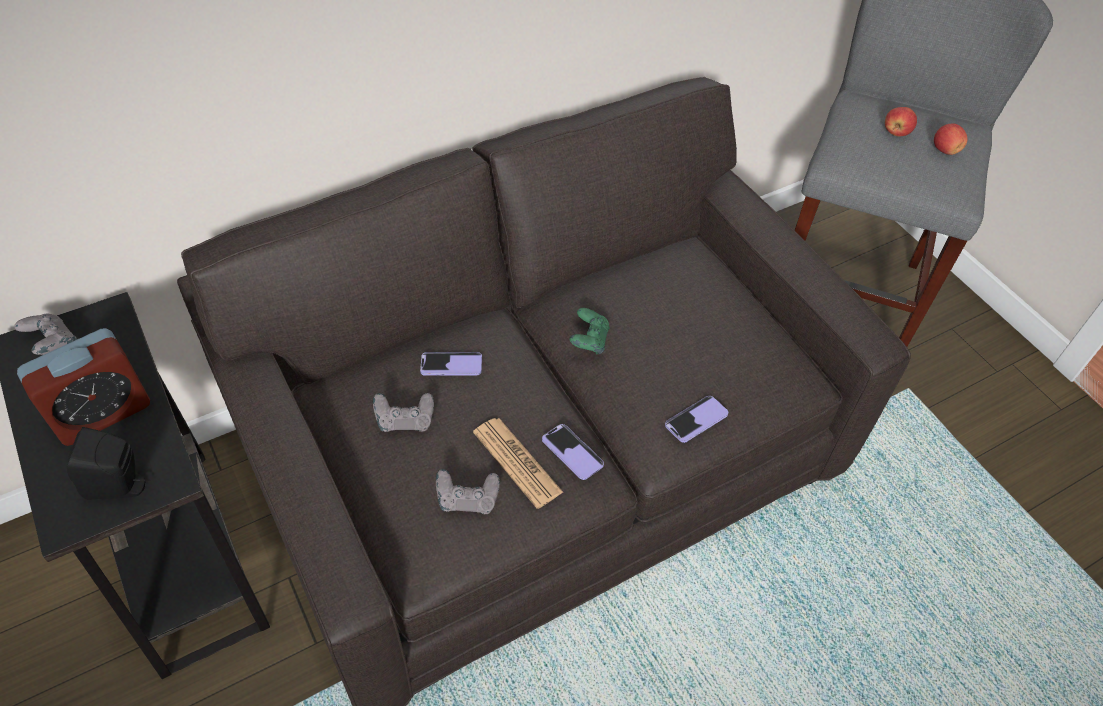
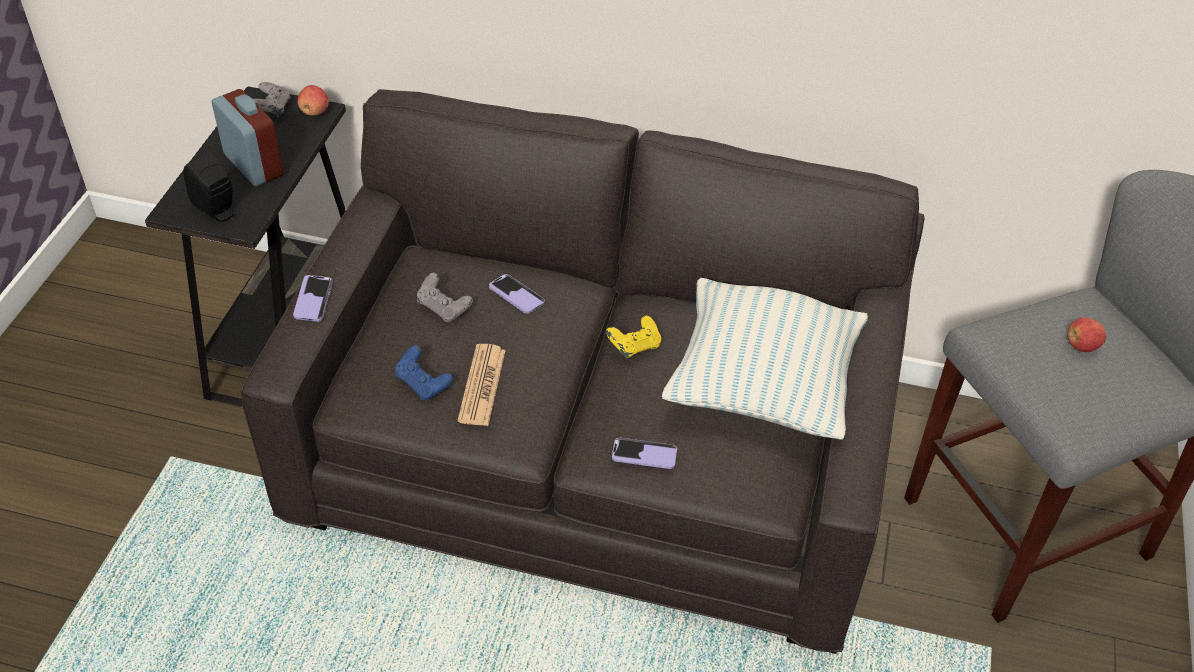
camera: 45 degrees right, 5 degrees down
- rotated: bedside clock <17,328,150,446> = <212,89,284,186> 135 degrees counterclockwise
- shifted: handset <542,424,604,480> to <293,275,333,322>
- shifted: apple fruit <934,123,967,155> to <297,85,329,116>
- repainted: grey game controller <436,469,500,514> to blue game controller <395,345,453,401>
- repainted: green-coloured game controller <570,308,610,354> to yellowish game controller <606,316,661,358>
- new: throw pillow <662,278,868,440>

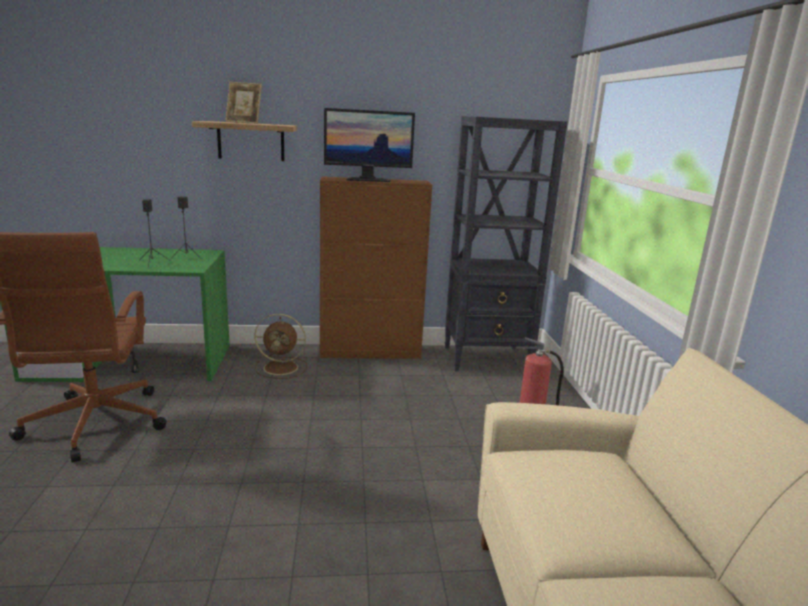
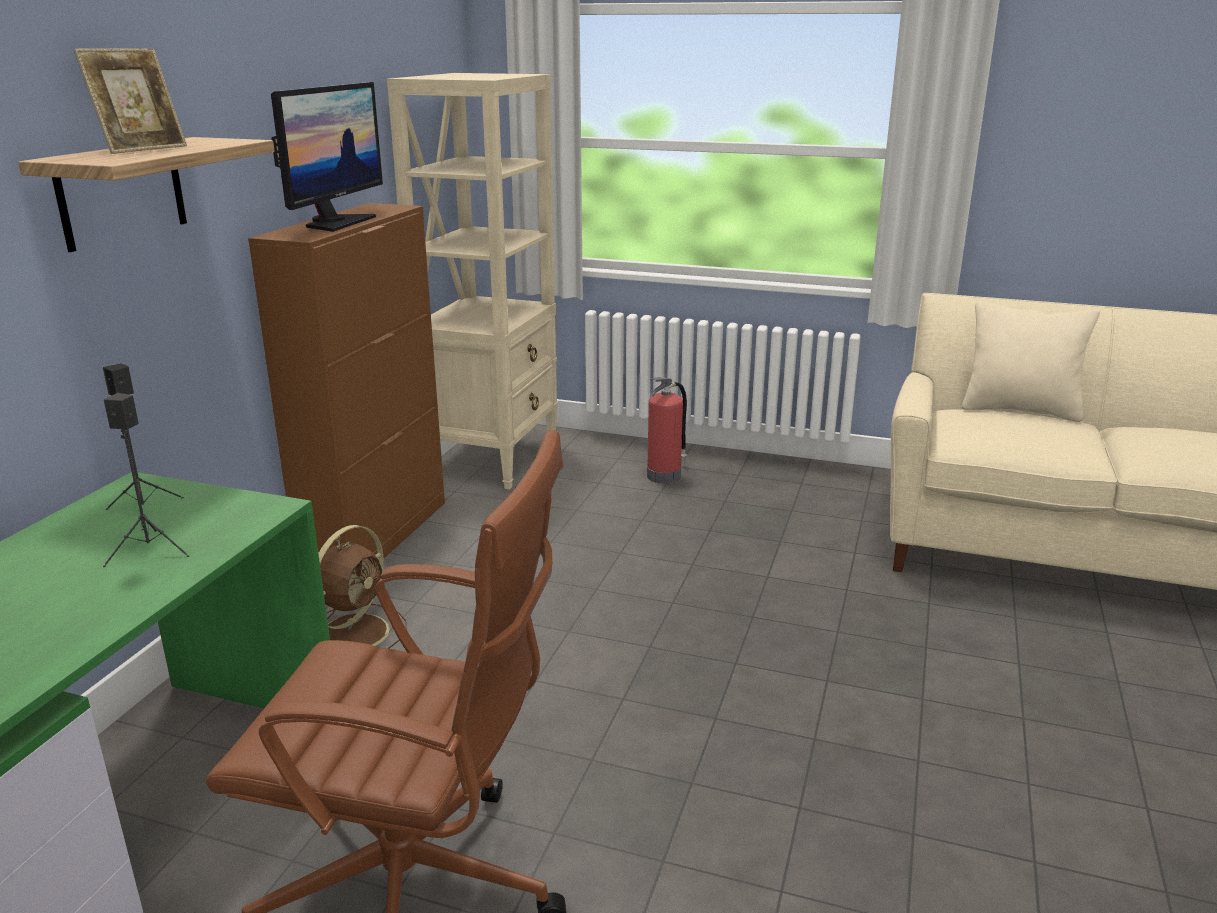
camera: 65 degrees left, 5 degrees up
- repainted: black shelving unit <444,116,568,371> to beige shelving unit <387,73,558,490>
- new: beige throw pillow <962,301,1100,422>

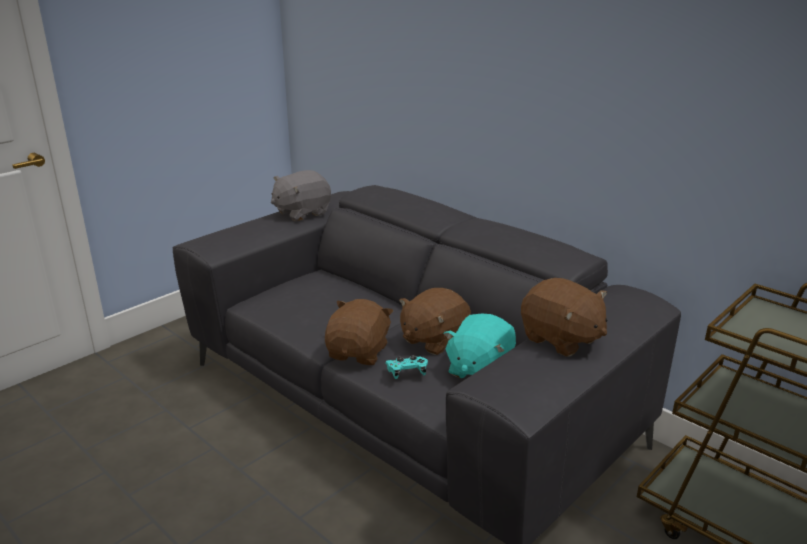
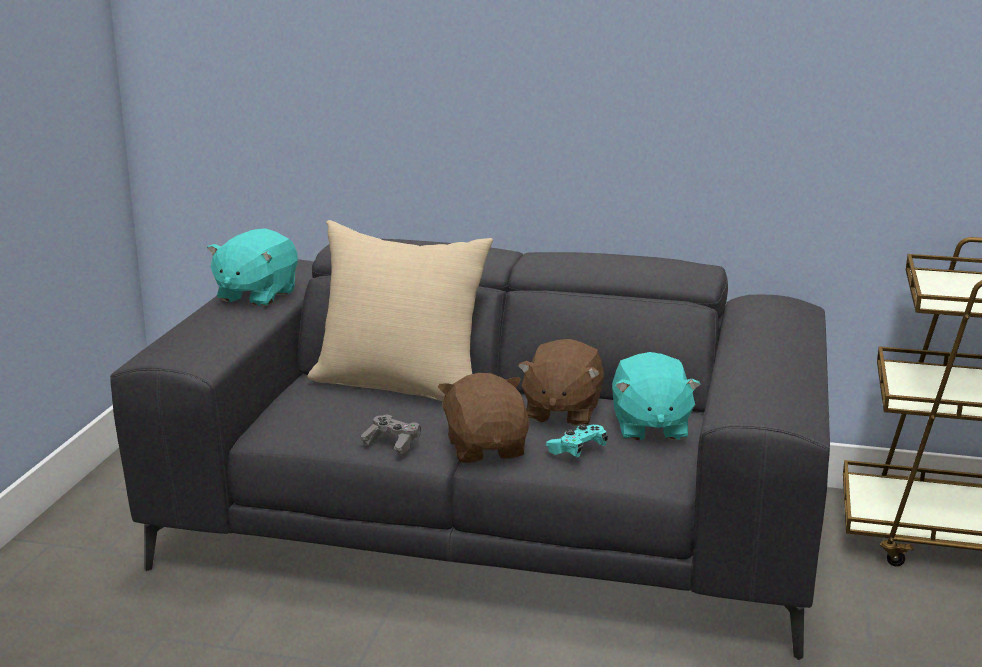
camera: 30 degrees left, 5 degrees down
- repainted: grey cuddly toy <271,170,331,221> to blue-green cuddly toy <207,228,298,307>
- new: beige throw pillow <307,220,493,401>
- new: grey game controller <360,414,421,455>
- gone: brown cuddly toy <521,278,607,357>

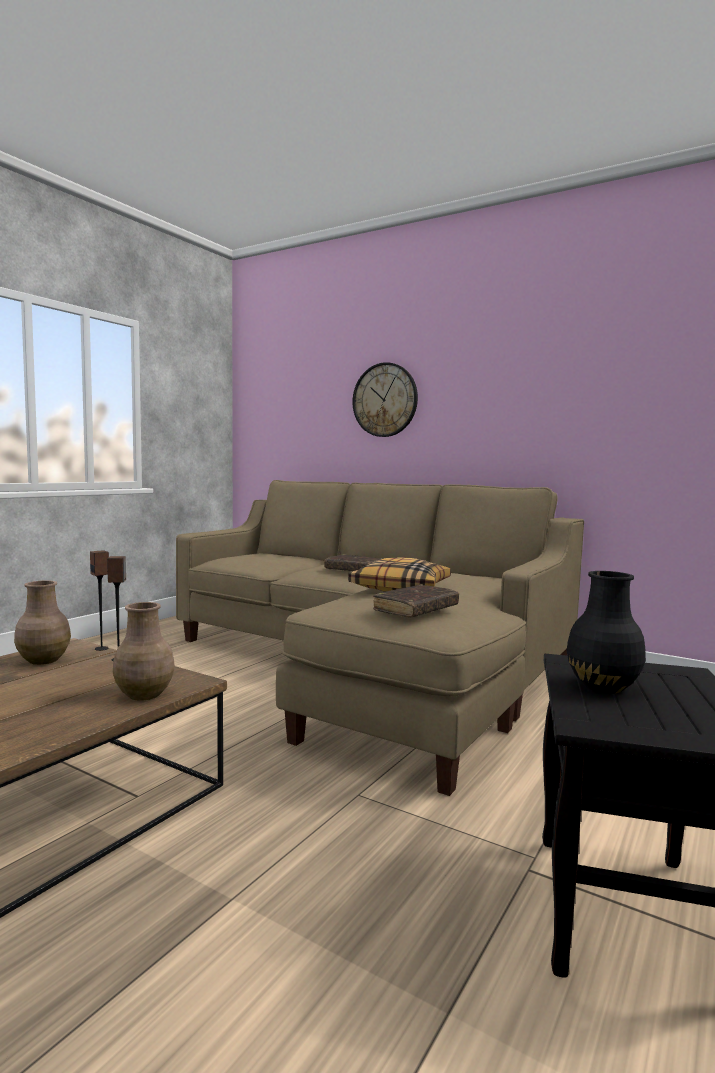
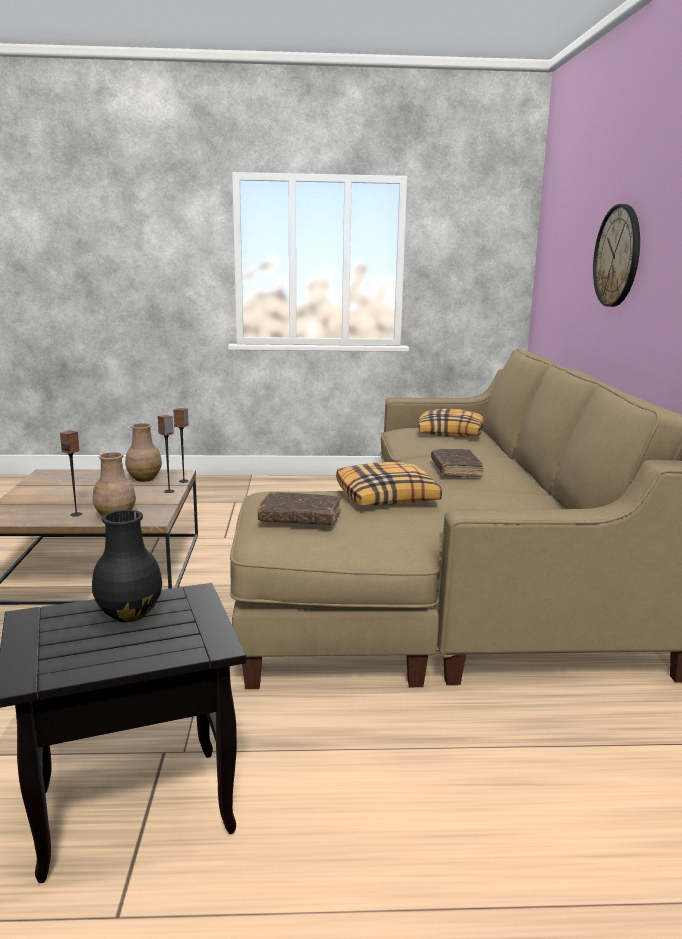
camera: 55 degrees right, 10 degrees up
- new: speaker <60,430,82,517>
- new: throw pillow <418,409,484,437>

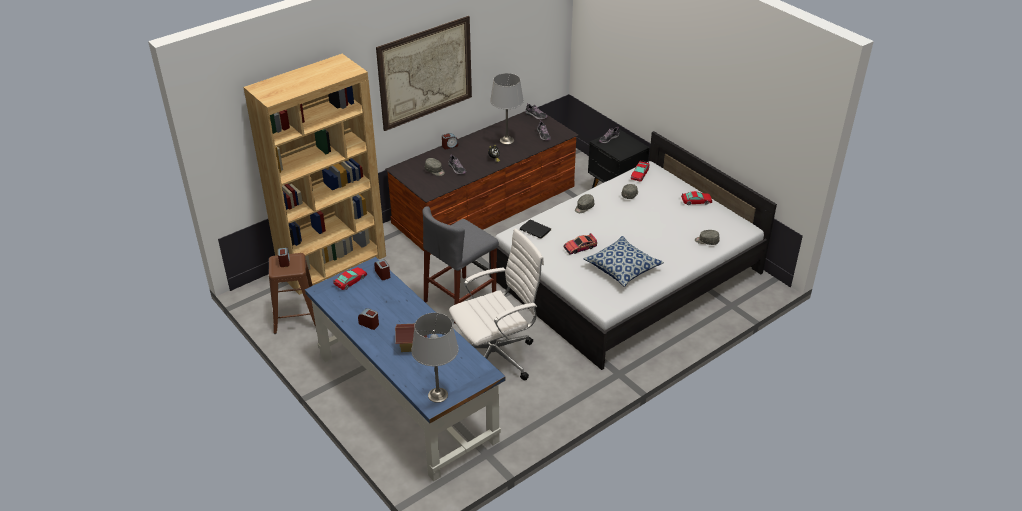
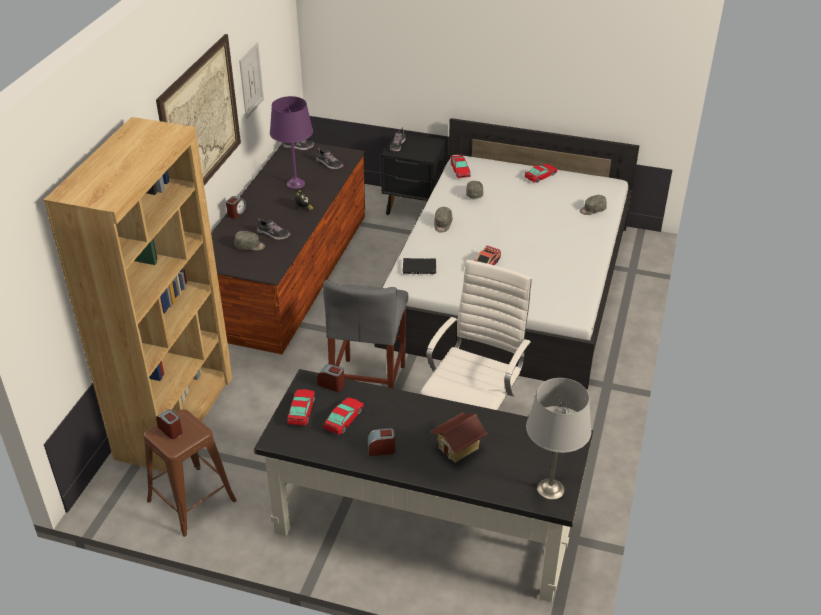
camera: 35 degrees left, 0 degrees up
- new: wall picture <239,42,264,119>
- repainted: blue desk unit <305,257,505,481> to black desk unit <254,369,593,602>
- repainted: grey table lamp <490,73,524,145> to purple table lamp <270,96,313,189>
- new: miniature car <323,397,364,435>
- gone: throw pillow <583,236,664,287>

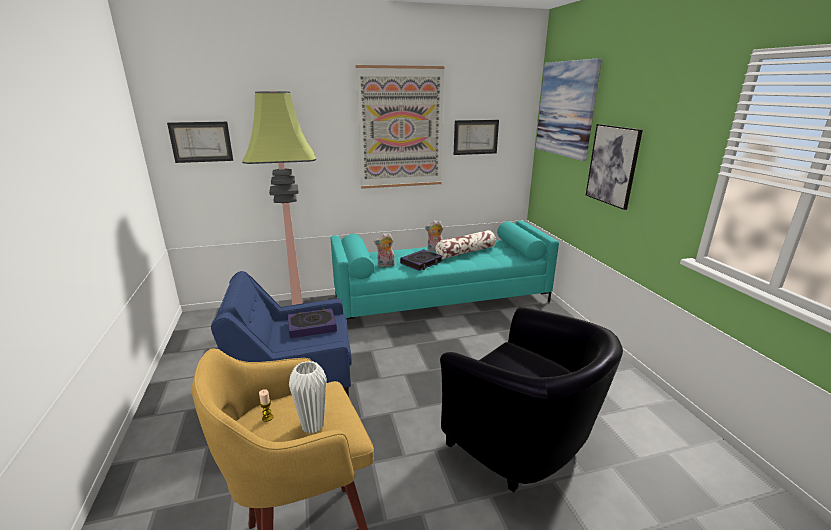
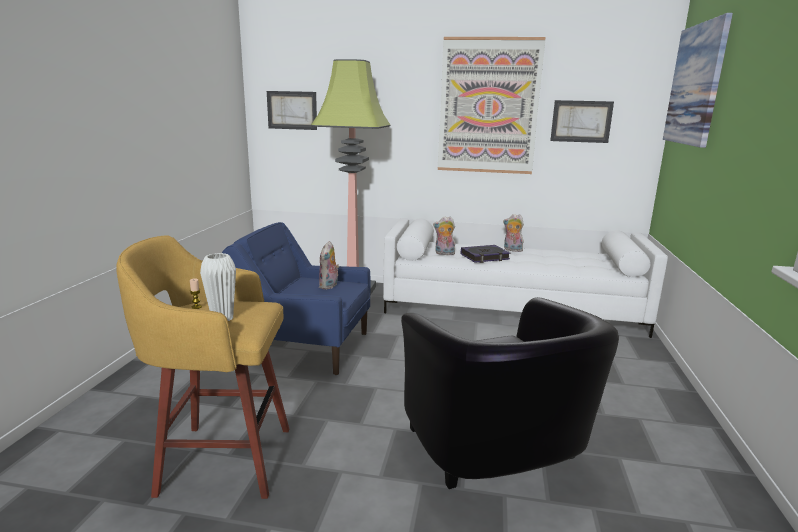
camera: 25 degrees right, 5 degrees down
- swapped: book <288,308,337,338> to cuddly toy <319,241,339,289>
- repainted: blue-green sofa <331,220,559,319> to white-coloured sofa <383,218,668,338>
- gone: throw pillow <435,230,496,259>
- gone: wall picture <586,124,643,210>

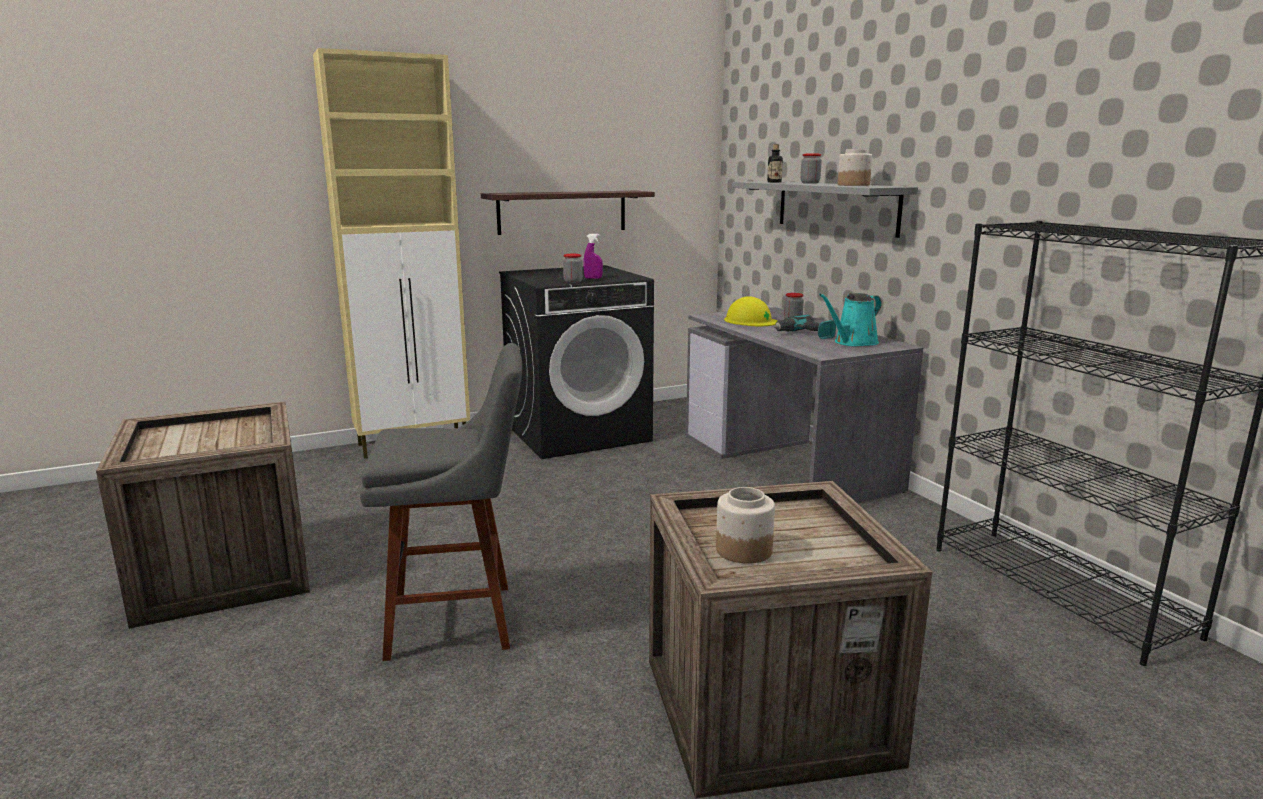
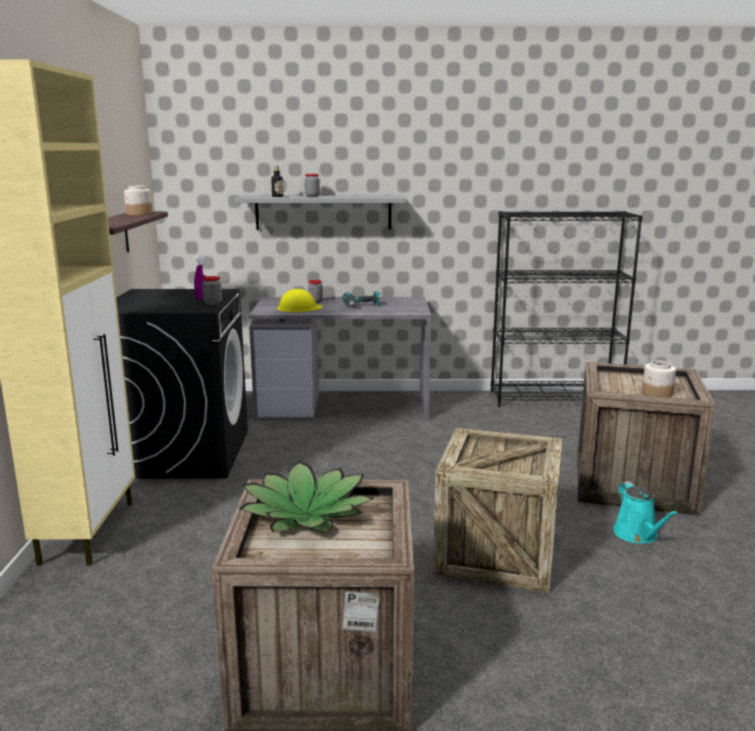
camera: 65 degrees left, 0 degrees up
- shifted: storage jar <838,149,872,186> to <124,186,153,215>
- new: plant in a pot <239,461,373,533>
- swapped: grey stool <360,343,522,661> to crate <433,428,562,593>
- shifted: blue-green sprinkling can <819,293,882,346> to <613,481,679,544>

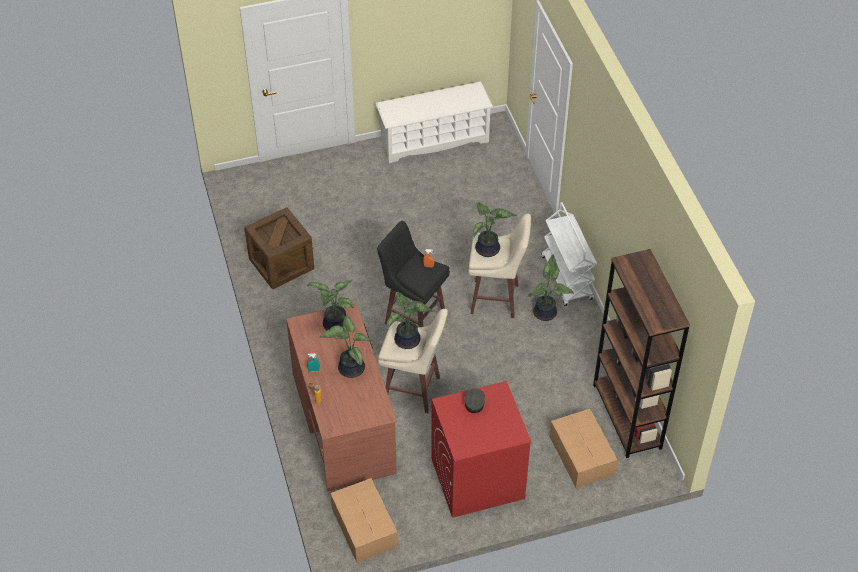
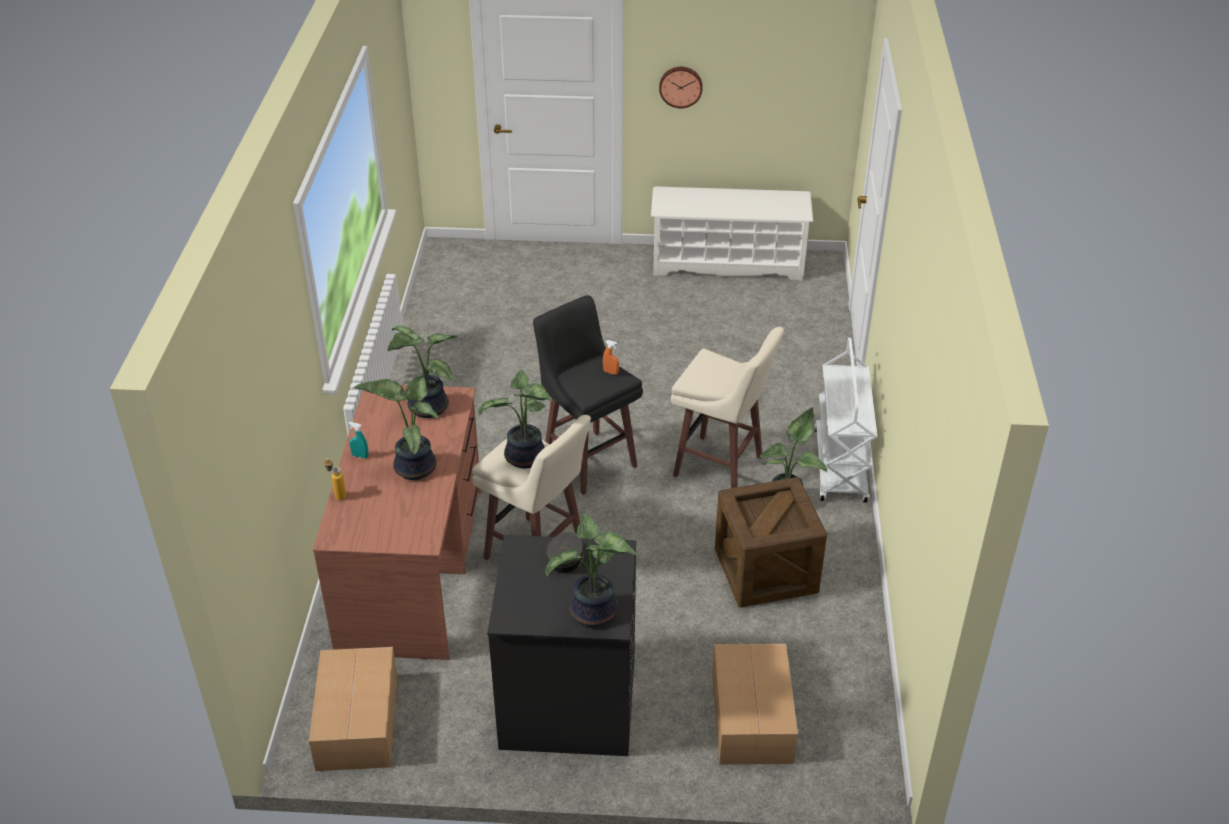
camera: 20 degrees right, 10 degrees down
- repainted: red laundry appliance <431,381,532,518> to black laundry appliance <487,535,636,756>
- shifted: plant in a pot <473,202,517,257> to <545,513,637,627>
- new: clock on the wall <659,67,703,108>
- shifted: crate <244,207,314,289> to <715,477,827,608>
- gone: brown shelving unit <593,249,690,458>

